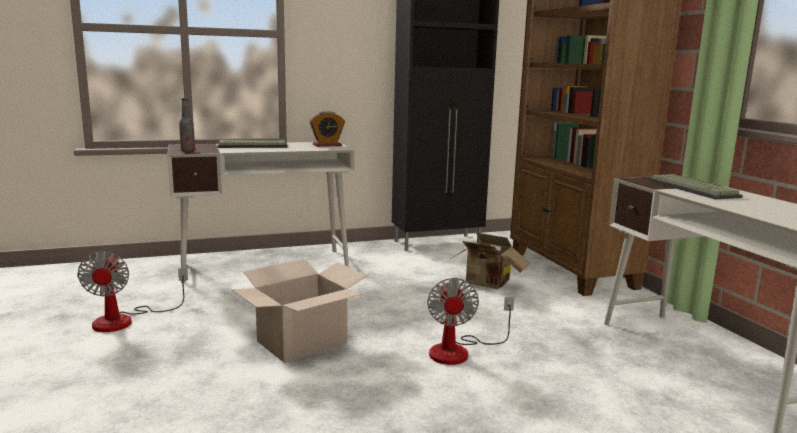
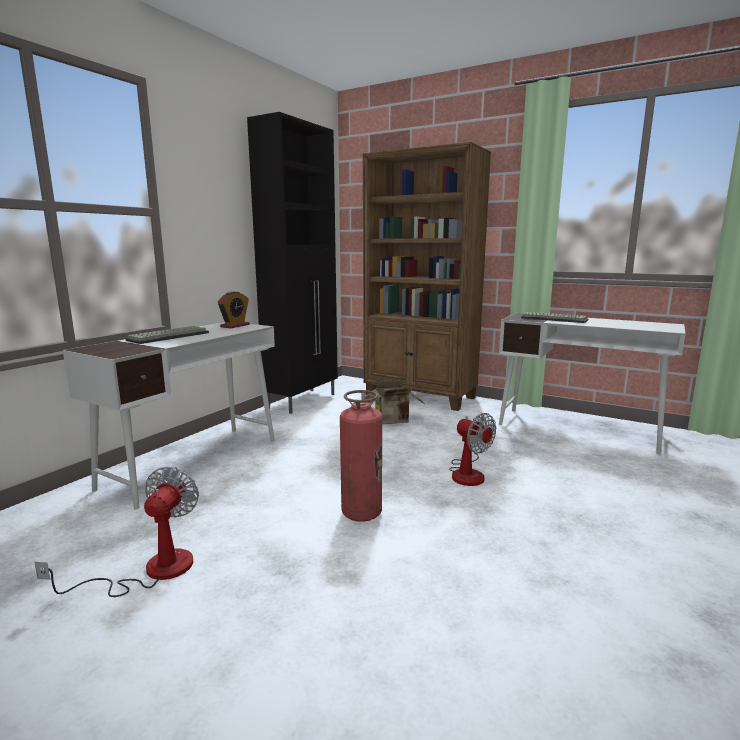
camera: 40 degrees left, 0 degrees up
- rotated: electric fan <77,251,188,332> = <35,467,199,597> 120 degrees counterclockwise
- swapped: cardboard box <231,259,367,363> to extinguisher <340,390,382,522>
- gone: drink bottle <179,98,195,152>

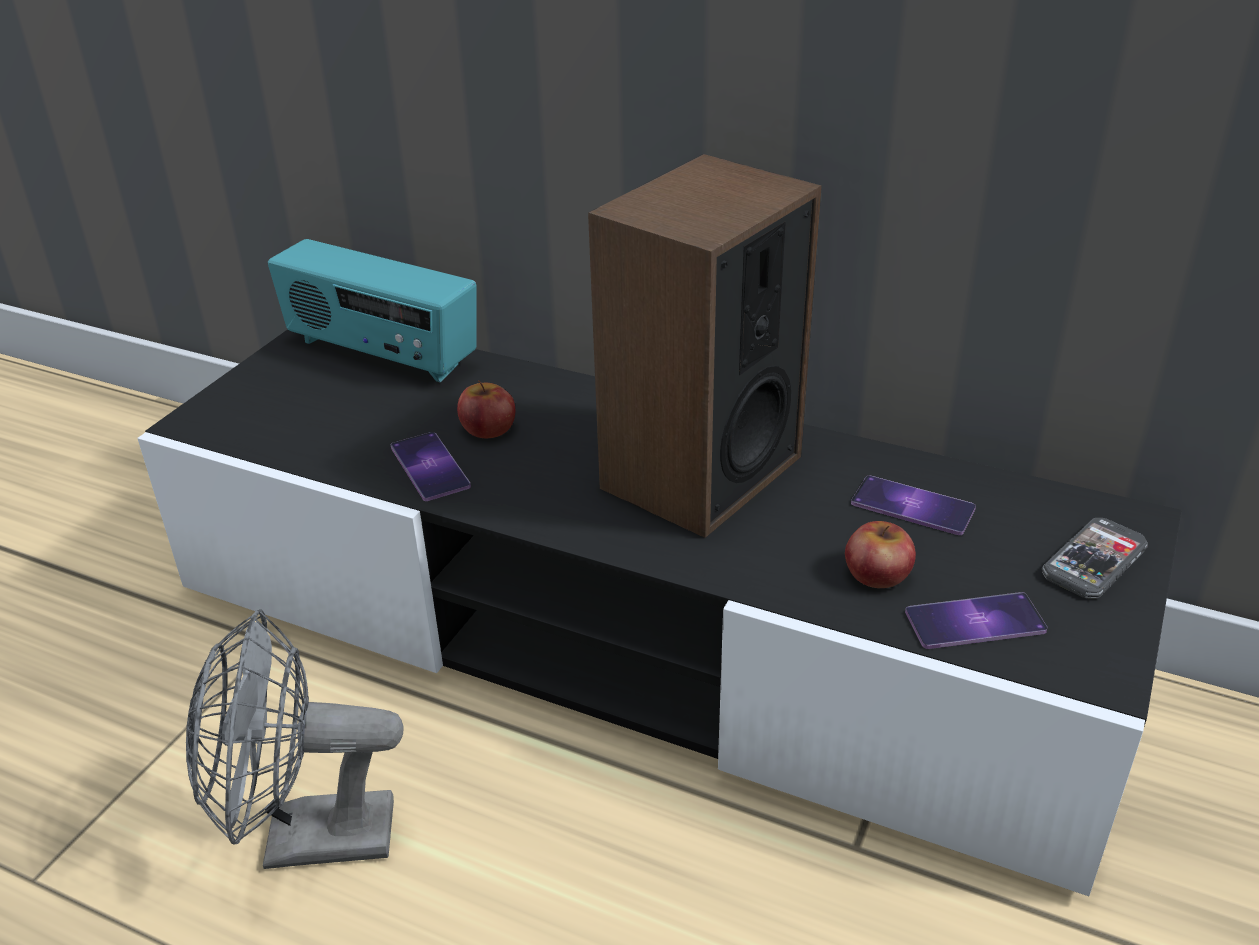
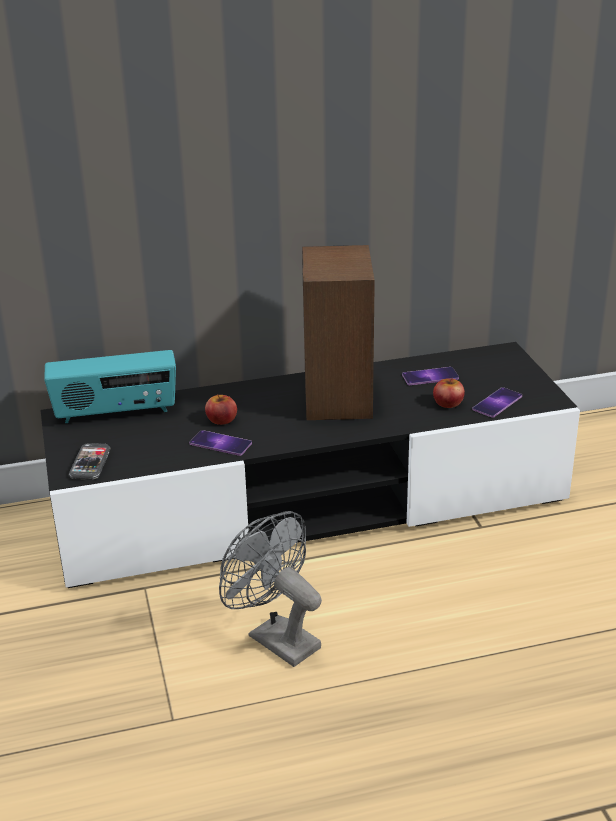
camera: 40 degrees left, 5 degrees down
- shifted: handset <1042,518,1148,599> to <69,443,111,480>
- rotated: grey electric fan <186,610,403,869> = <219,511,322,667> 90 degrees clockwise

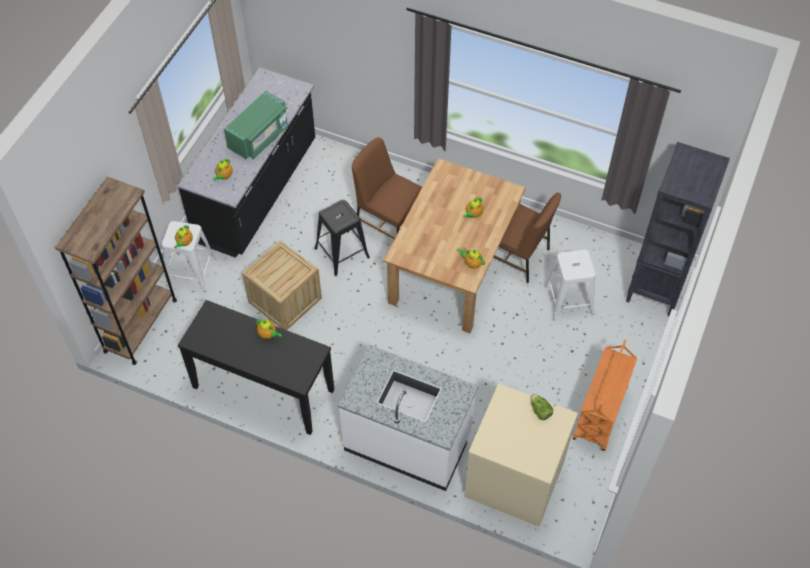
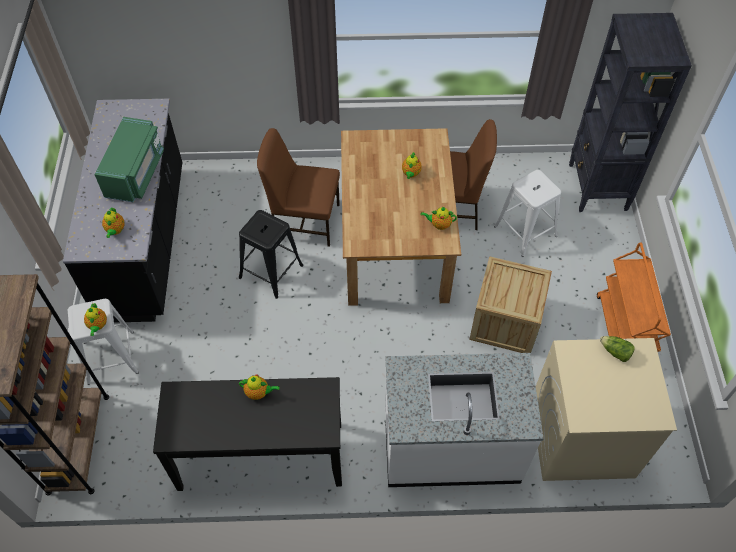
camera: 25 degrees left, 0 degrees up
- shifted: crate <242,240,322,330> to <469,256,552,354>

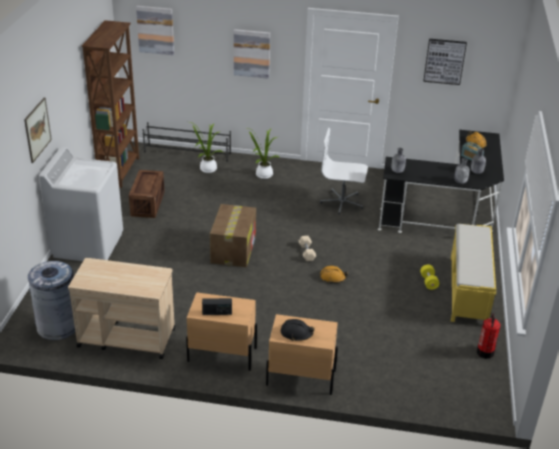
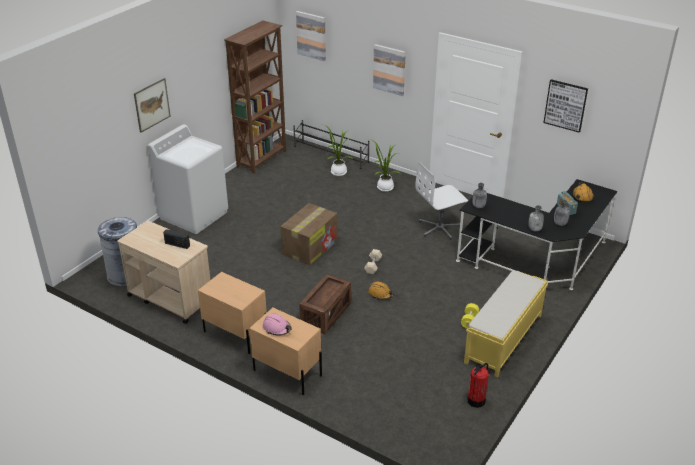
camera: 25 degrees right, 0 degrees up
- shifted: radio receiver <202,298,232,315> to <163,229,190,249>
- repainted: black safety helmet <281,319,315,341> to pink safety helmet <263,314,292,336>
- shifted: crate <129,170,165,218> to <299,274,351,334>
- rotated: white-coloured computer chair <320,128,368,215> = <415,162,468,240> 60 degrees counterclockwise

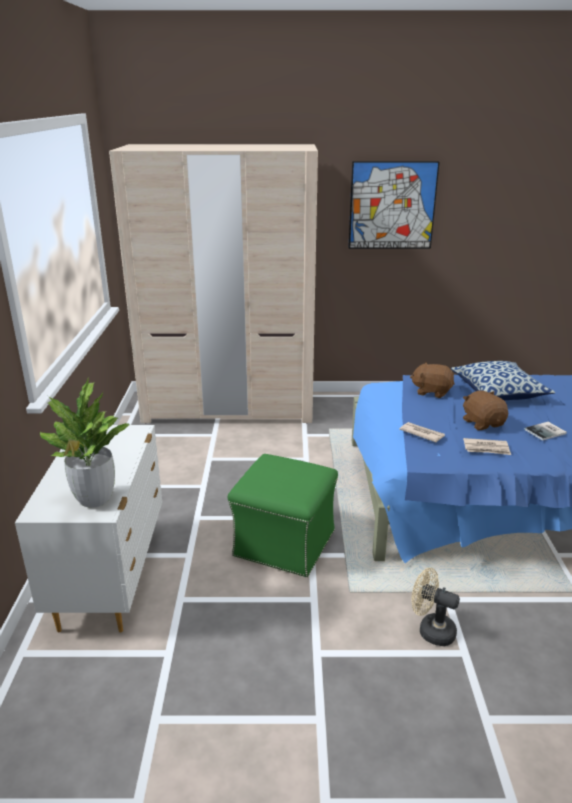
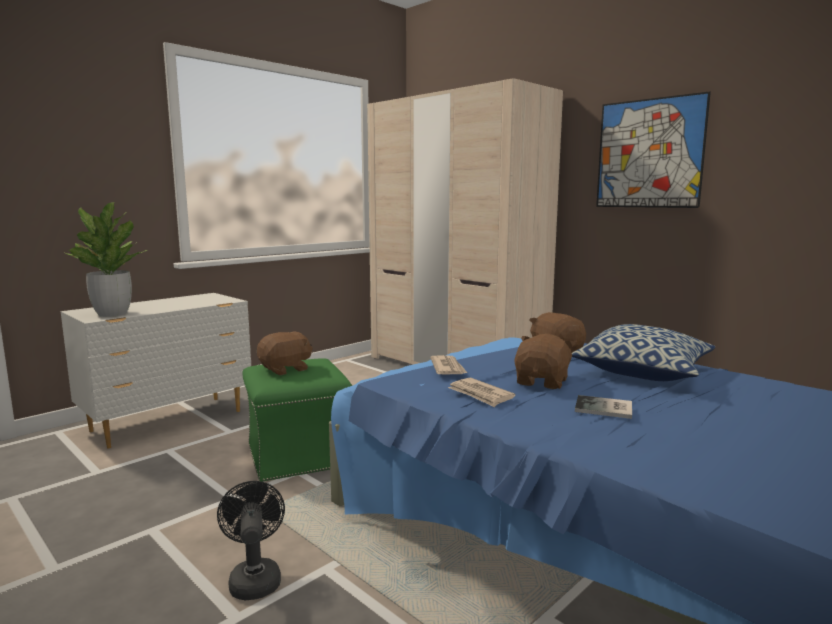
camera: 45 degrees right, 15 degrees down
- repainted: beige electric fan <411,568,460,646> to black electric fan <217,481,285,600>
- new: brown cuddly toy <257,332,313,375>

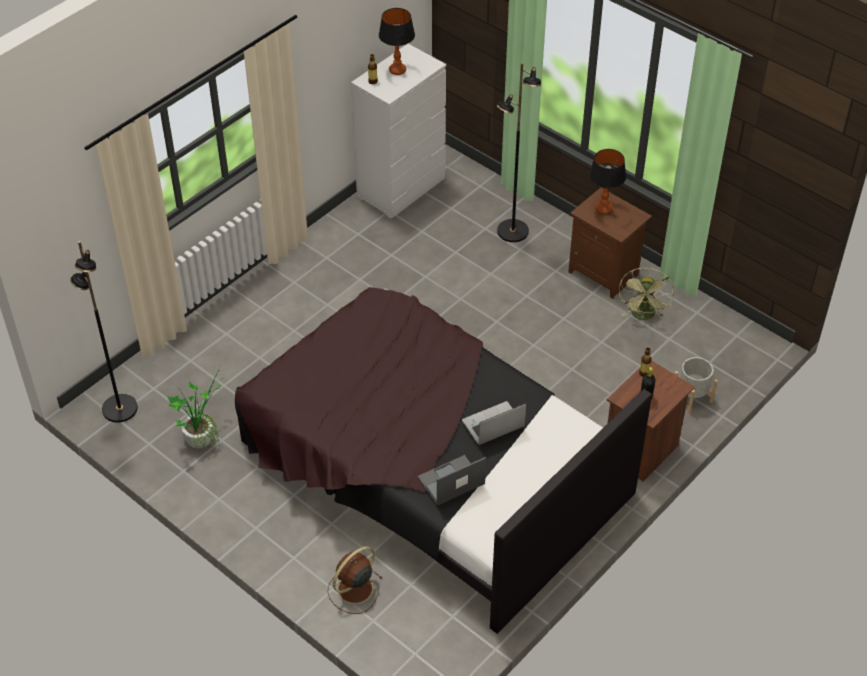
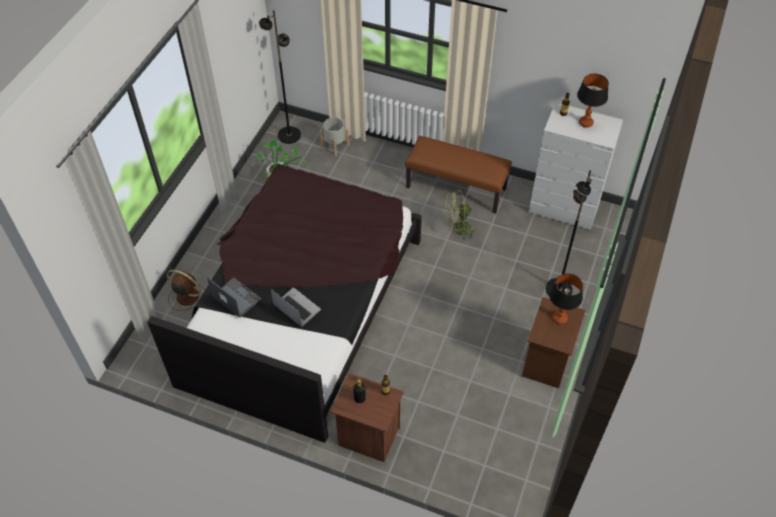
camera: 70 degrees right, 5 degrees up
- shifted: grey planter <675,357,718,413> to <320,117,349,156>
- new: brown long seat <405,136,512,213>
- shifted: green-coloured electric fan <619,268,674,320> to <445,190,475,241>

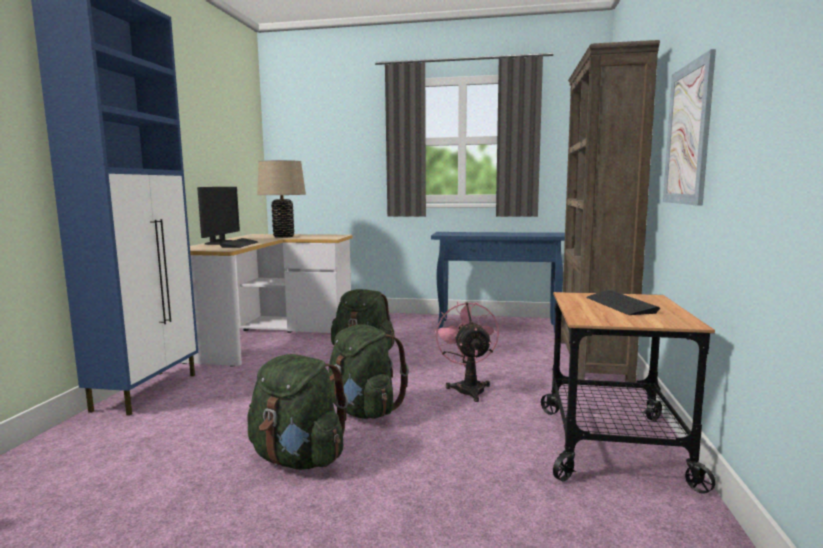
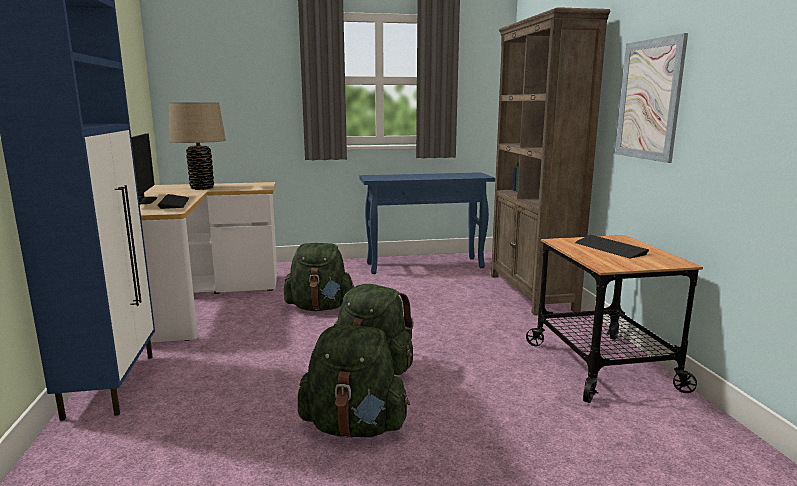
camera: 20 degrees left, 5 degrees up
- gone: pink electric fan <434,301,499,402>

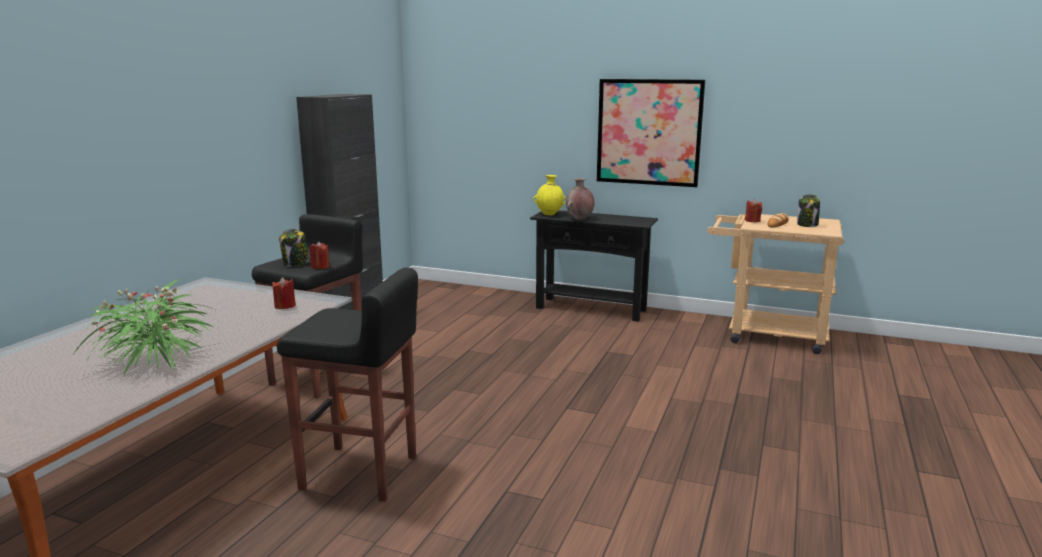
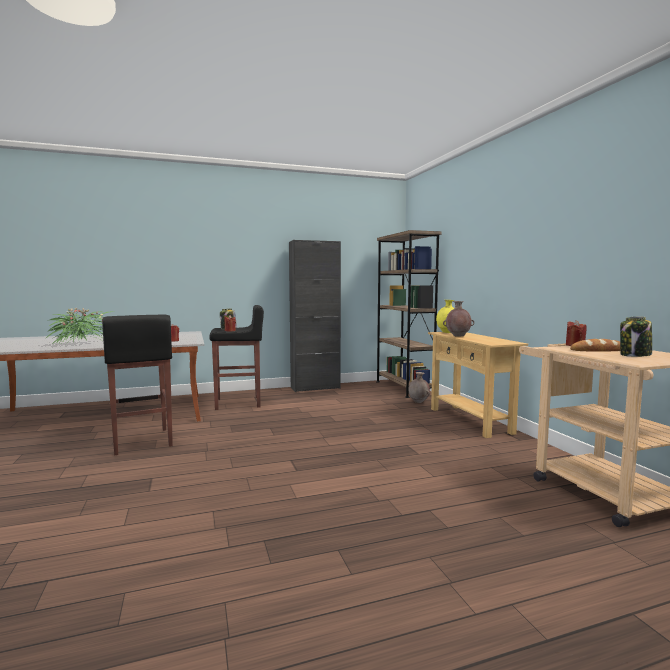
camera: 50 degrees right, 10 degrees down
- new: brown shelving unit <376,230,441,398>
- new: brown vase <408,372,430,403>
- repainted: black console table <530,210,658,322> to beige console table <428,332,528,438>
- gone: wall picture <597,79,705,187>

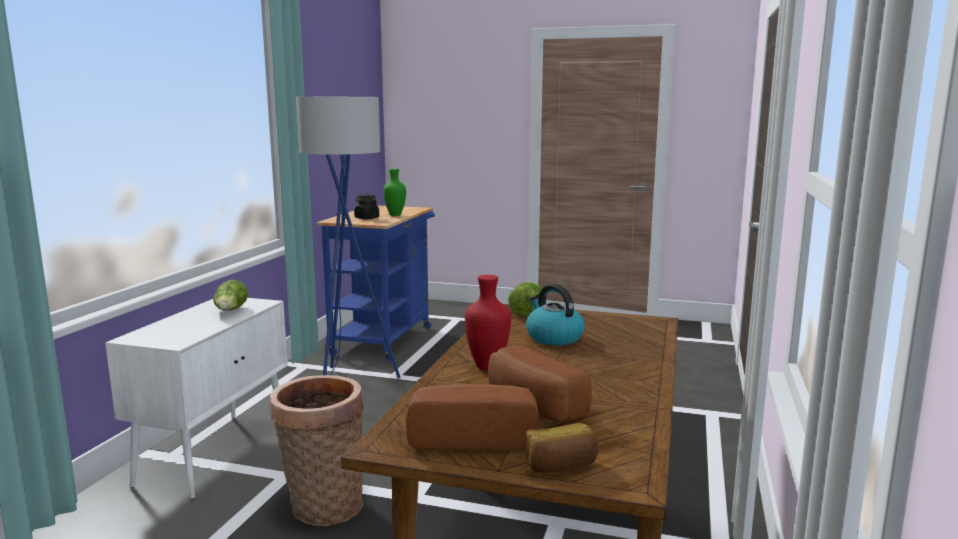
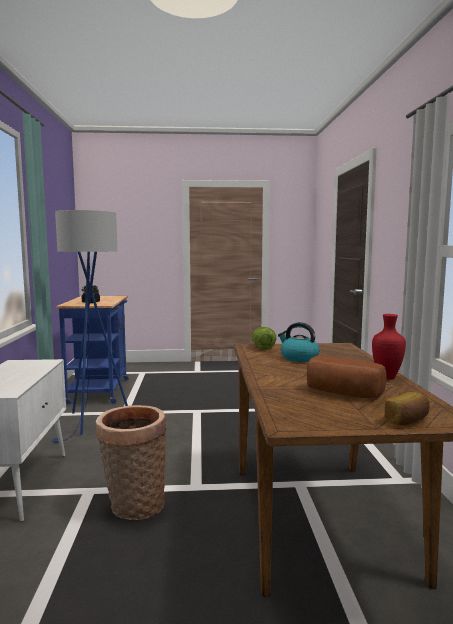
camera: 20 degrees left, 5 degrees down
- shifted: red vase <465,275,511,370> to <372,314,406,379>
- gone: lettuce <213,280,248,311>
- gone: green-coloured vase <383,169,406,216>
- gone: baked bread <406,384,539,450>

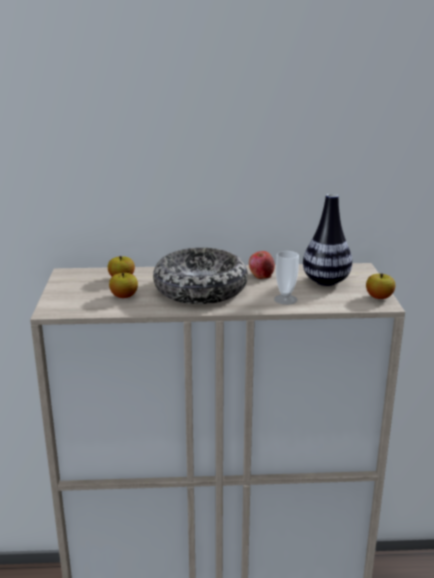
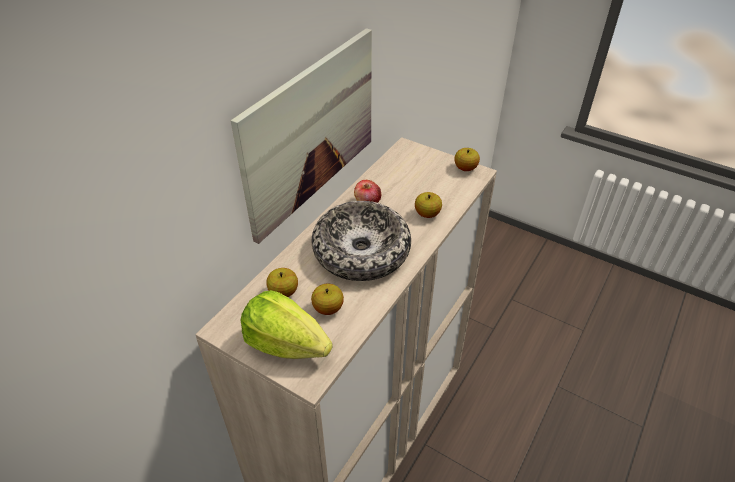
camera: 55 degrees left, 20 degrees up
- new: wall picture <231,28,372,244>
- new: lettuce <240,290,333,359>
- swapped: cup <274,251,299,305> to apple fruit <415,192,442,218>
- gone: vase <303,194,352,286>

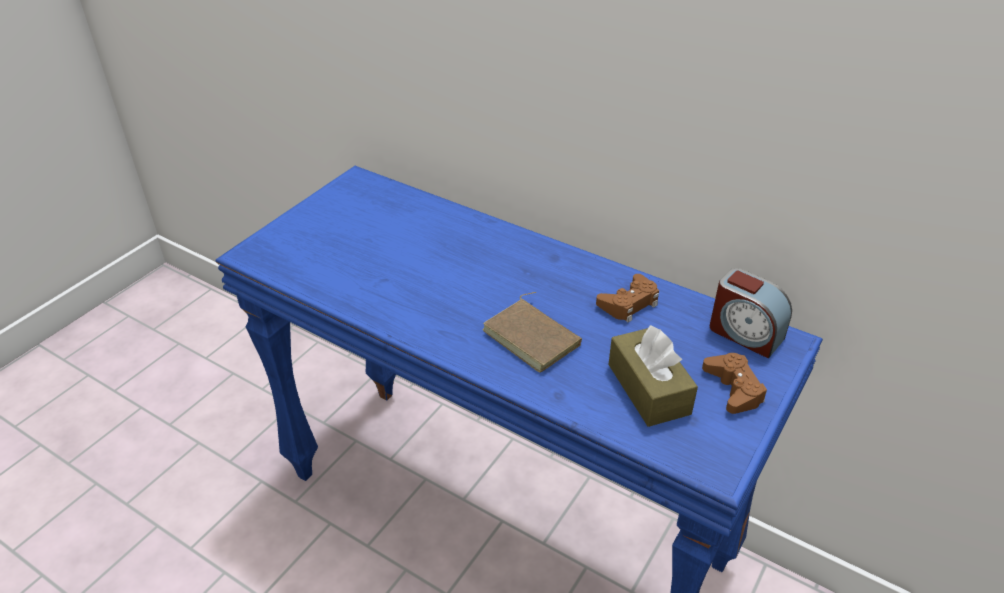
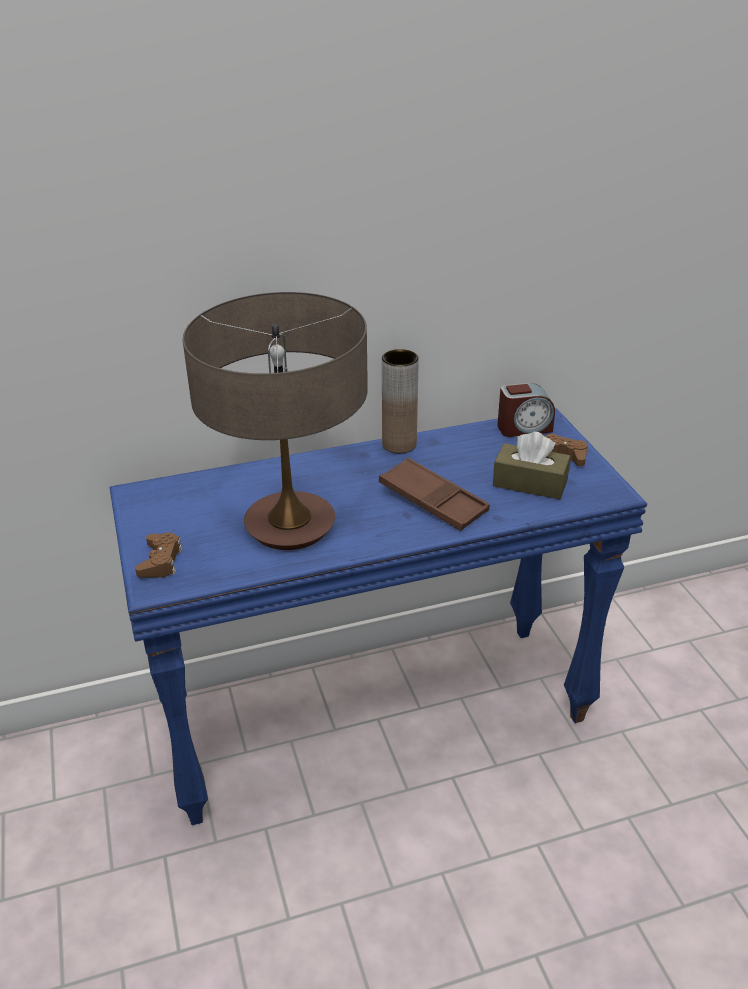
camera: 50 degrees left, 5 degrees down
- shifted: brown game controller <596,274,659,322> to <135,532,183,578>
- new: table lamp <183,292,368,550>
- swapped: brown book <482,292,582,373> to brown serving tray <379,458,490,531>
- new: brown vase <382,349,419,453>

